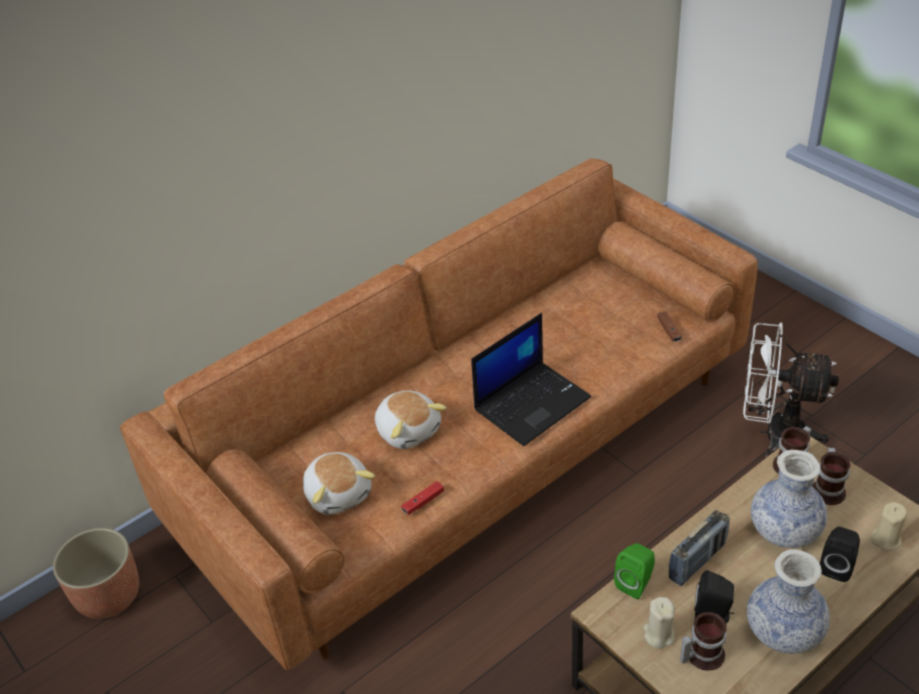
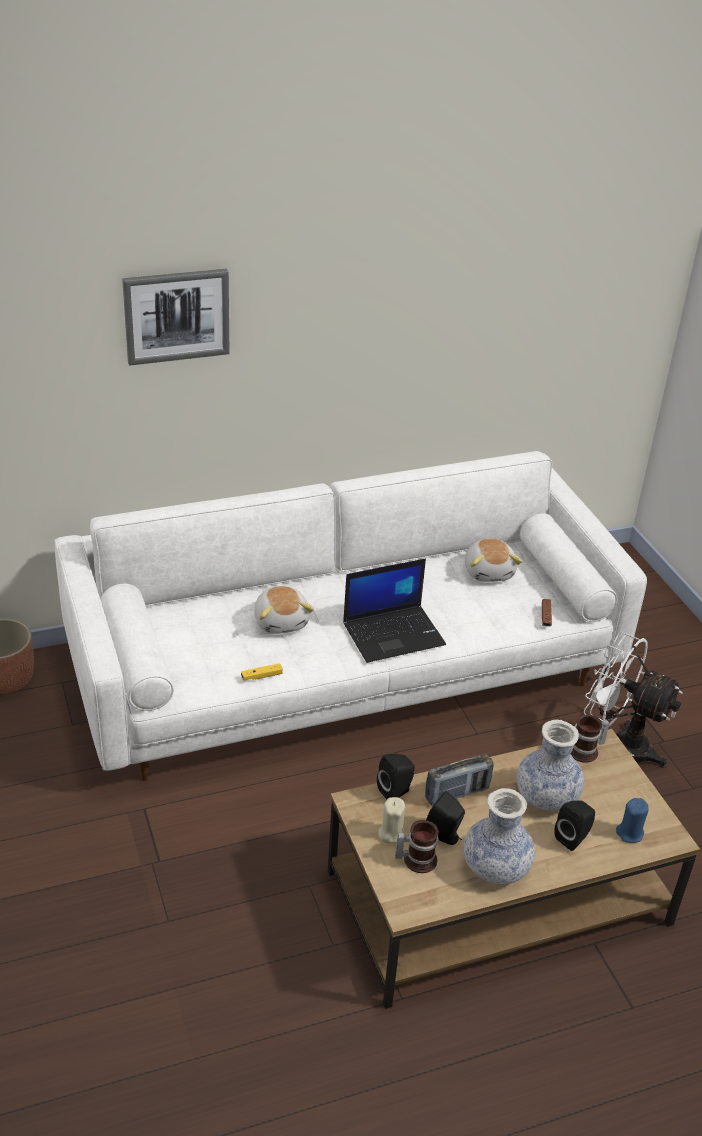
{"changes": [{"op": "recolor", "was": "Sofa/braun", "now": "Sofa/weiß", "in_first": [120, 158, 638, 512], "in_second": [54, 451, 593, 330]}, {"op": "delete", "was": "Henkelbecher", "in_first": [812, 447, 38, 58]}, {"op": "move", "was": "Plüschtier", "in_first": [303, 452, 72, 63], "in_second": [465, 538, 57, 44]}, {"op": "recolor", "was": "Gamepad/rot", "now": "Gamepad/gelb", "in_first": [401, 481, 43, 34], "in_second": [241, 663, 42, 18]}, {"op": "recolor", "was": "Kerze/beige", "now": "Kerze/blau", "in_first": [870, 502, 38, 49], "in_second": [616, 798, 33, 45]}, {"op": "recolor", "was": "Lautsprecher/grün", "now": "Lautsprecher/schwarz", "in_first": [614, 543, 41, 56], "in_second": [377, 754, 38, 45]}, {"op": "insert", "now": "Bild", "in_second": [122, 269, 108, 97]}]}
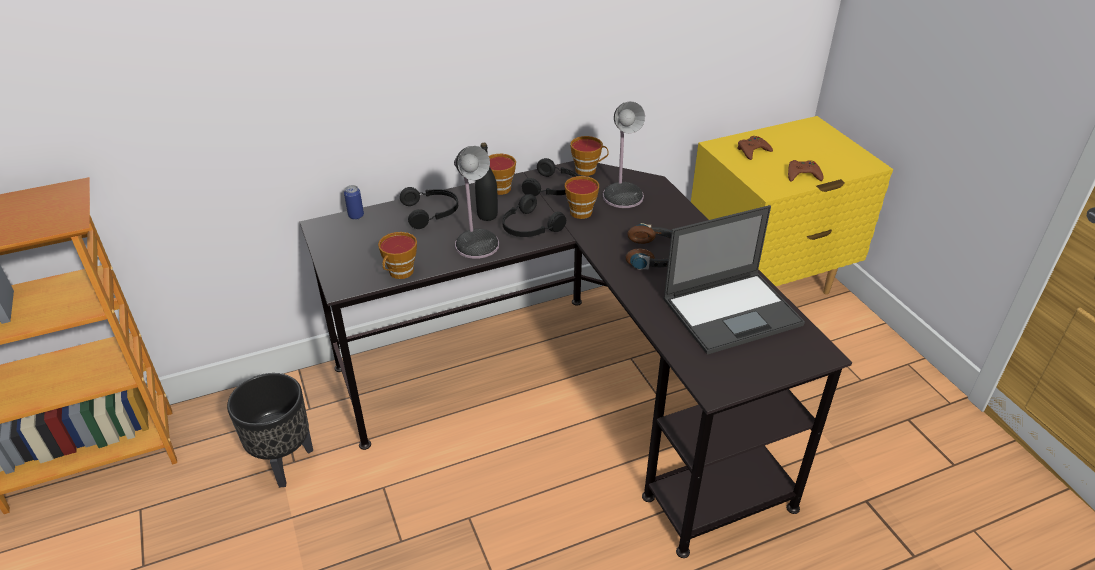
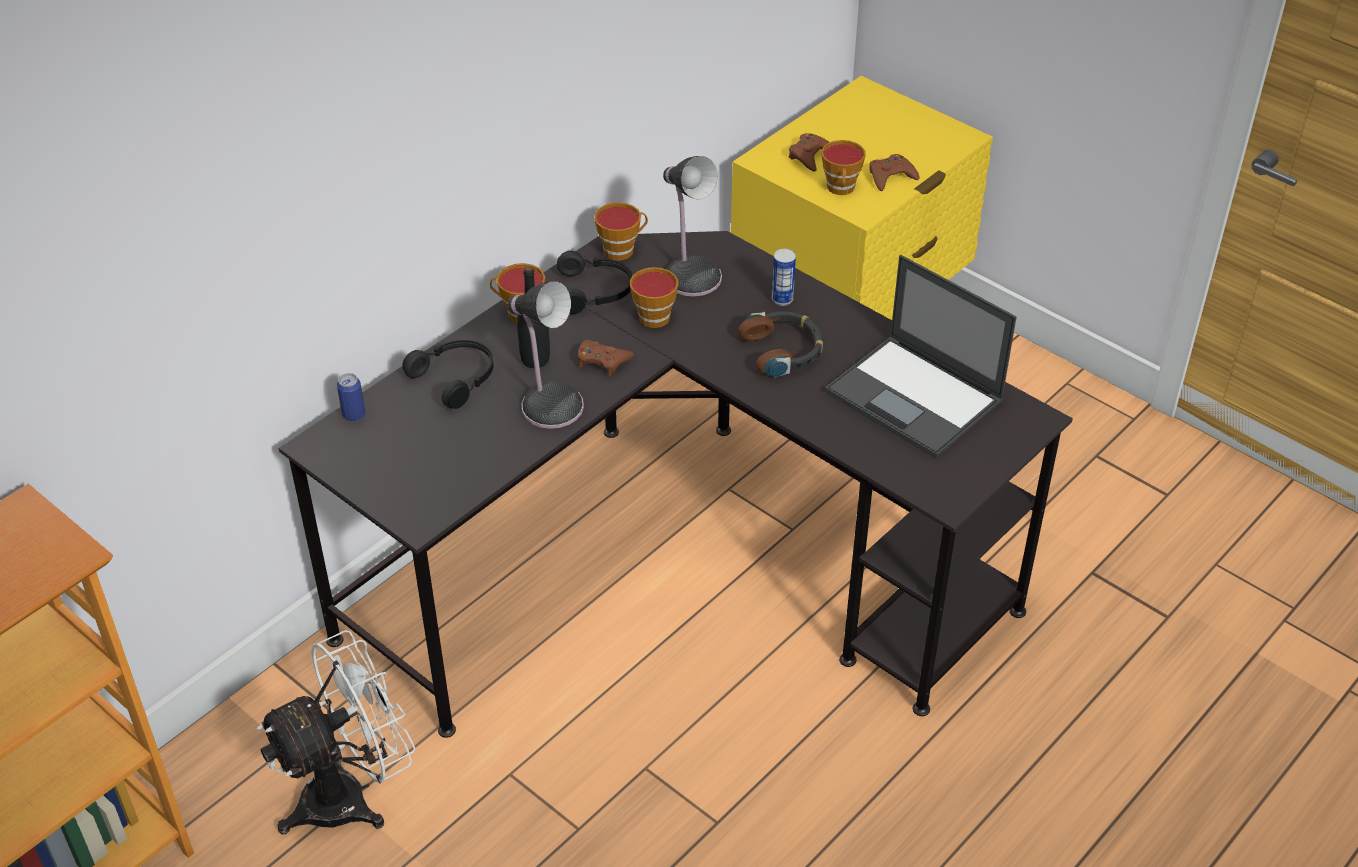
{"changes": [{"op": "replace", "was": "Kopfhörer/schwarz", "now": "Gamepad/braun", "in_first": [502, 194, 64, 43], "in_second": [577, 340, 57, 36]}, {"op": "rotate", "was": "Laptop", "in_first": [663, 205, 142, 150], "in_second": [825, 255, 192, 204], "clockwise": 90}, {"op": "move", "was": "Tasse", "in_first": [378, 232, 39, 47], "in_second": [821, 140, 45, 55]}, {"op": "replace", "was": "Pflanzkübel/schwarz", "now": "Ventilator/weiß", "in_first": [227, 373, 86, 115], "in_second": [257, 630, 159, 204]}, {"op": "insert", "now": "Dose", "in_second": [772, 249, 24, 57]}]}
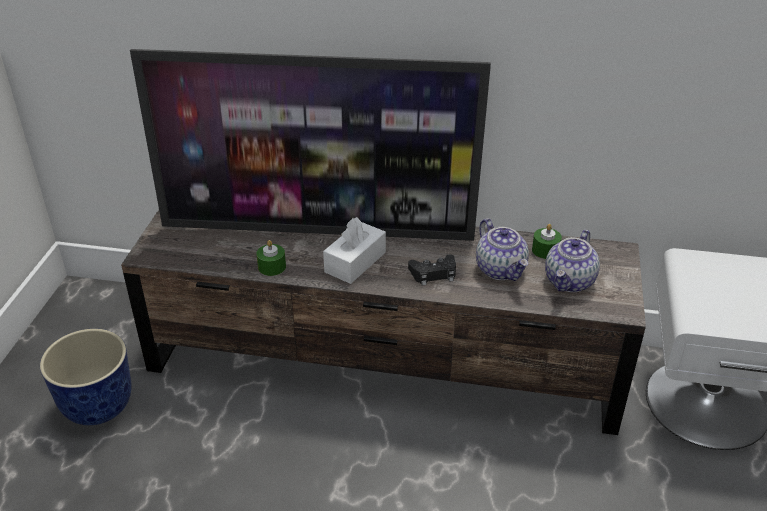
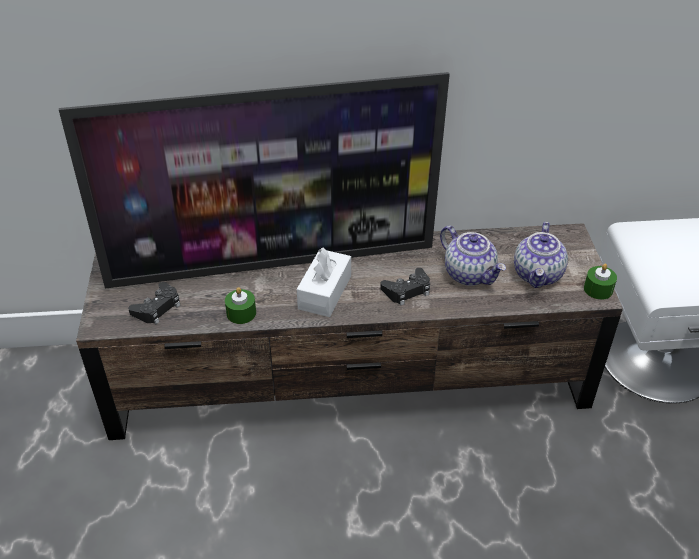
{"changes": [{"op": "move", "was": "Kerze/grün", "in_first": [532, 224, 30, 35], "in_second": [584, 264, 33, 36]}, {"op": "delete", "was": "Pflanzkübel", "in_first": [40, 329, 91, 96]}, {"op": "insert", "now": "Gamepad/schwarz", "in_second": [128, 282, 52, 42]}]}
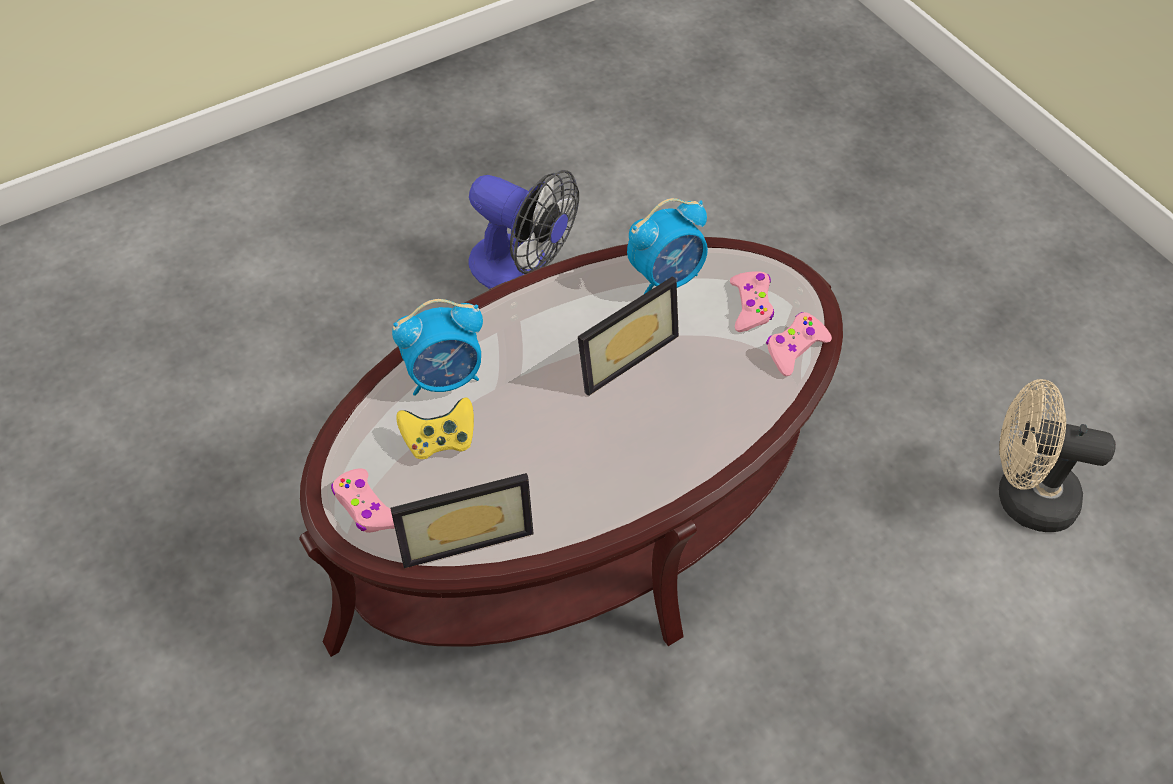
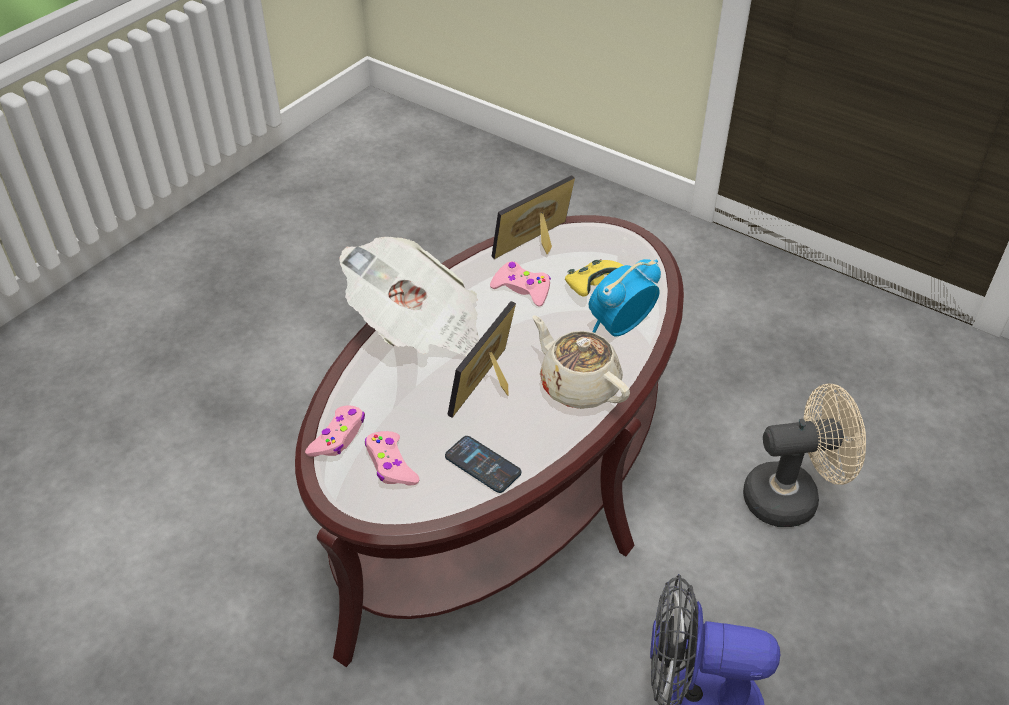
{"changes": [{"op": "replace", "was": "Wecker", "now": "Handy", "in_first": [627, 198, 81, 96], "in_second": [445, 436, 76, 57]}, {"op": "move", "was": "Ventilator/beige", "in_first": [999, 379, 117, 153], "in_second": [743, 384, 123, 143]}, {"op": "move", "was": "Gamepad/rosa", "in_first": [331, 468, 64, 65], "in_second": [490, 261, 61, 46]}, {"op": "insert", "now": "Zeitung", "in_second": [339, 237, 140, 119]}, {"op": "insert", "now": "Teekanne/beige", "in_second": [532, 316, 98, 93]}]}
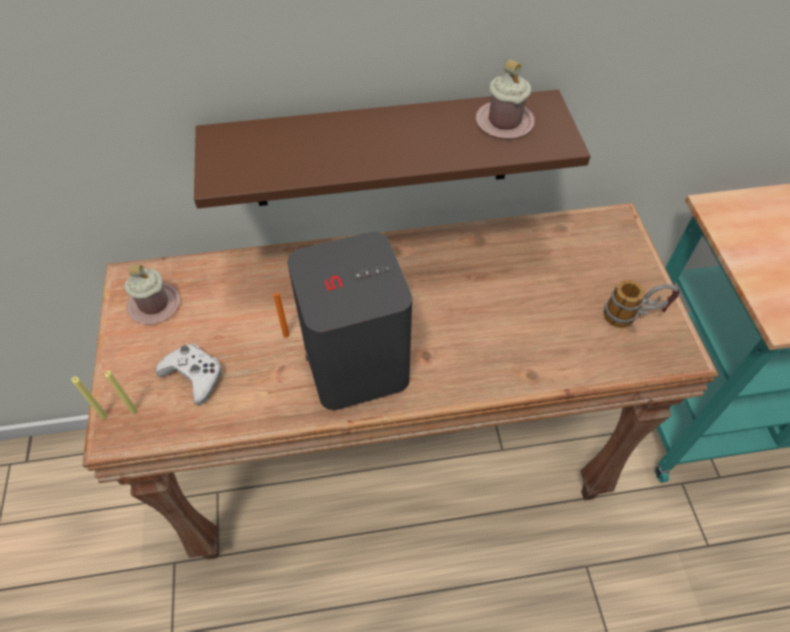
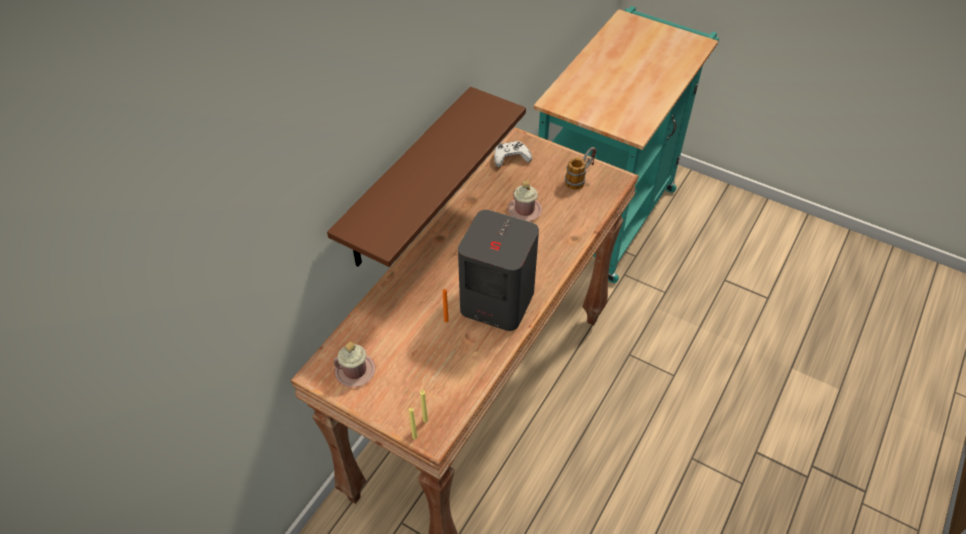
{"changes": [{"op": "move", "was": "Henkelbecher/rosa", "in_first": [476, 59, 59, 80], "in_second": [508, 181, 34, 40]}, {"op": "move", "was": "Gamepad/weiß", "in_first": [155, 344, 67, 61], "in_second": [494, 141, 38, 26]}]}
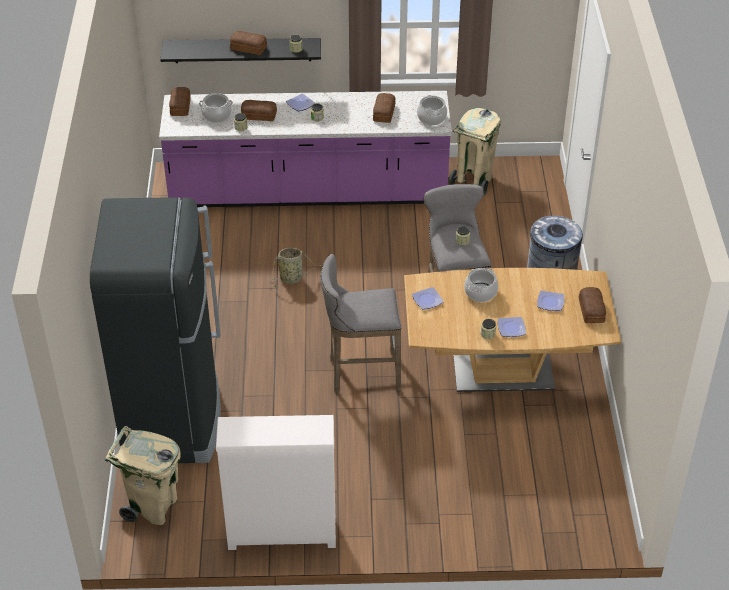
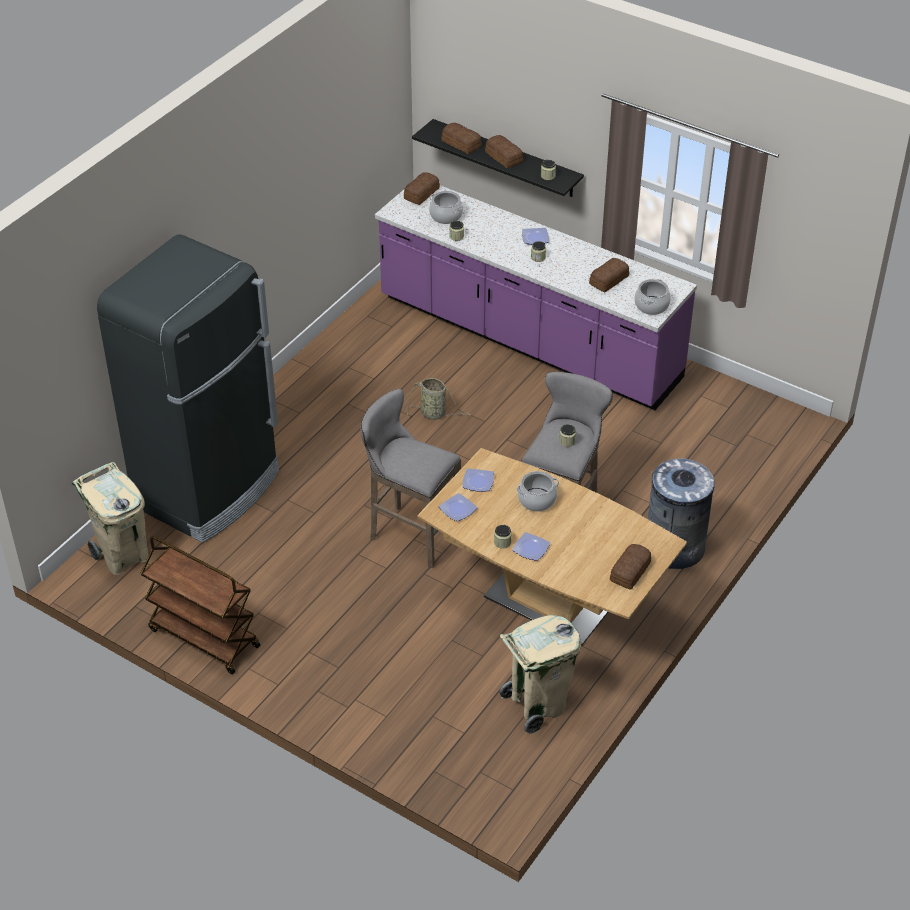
{"changes": [{"op": "move", "was": "Brot", "in_first": [241, 100, 36, 22], "in_second": [442, 123, 39, 31]}, {"op": "move", "was": "Mülleimer/beige", "in_first": [448, 108, 53, 88], "in_second": [499, 615, 82, 119]}, {"op": "move", "was": "Teller", "in_first": [537, 291, 27, 20], "in_second": [439, 493, 38, 28]}, {"op": "replace", "was": "Kommode/weiß", "now": "Rollwagen/braun", "in_first": [216, 415, 120, 135], "in_second": [140, 536, 120, 138]}]}
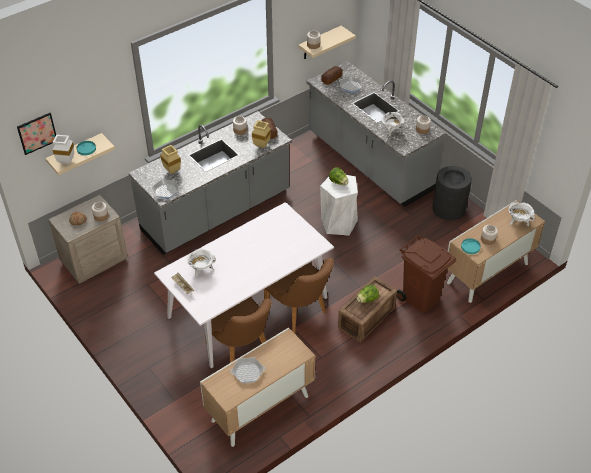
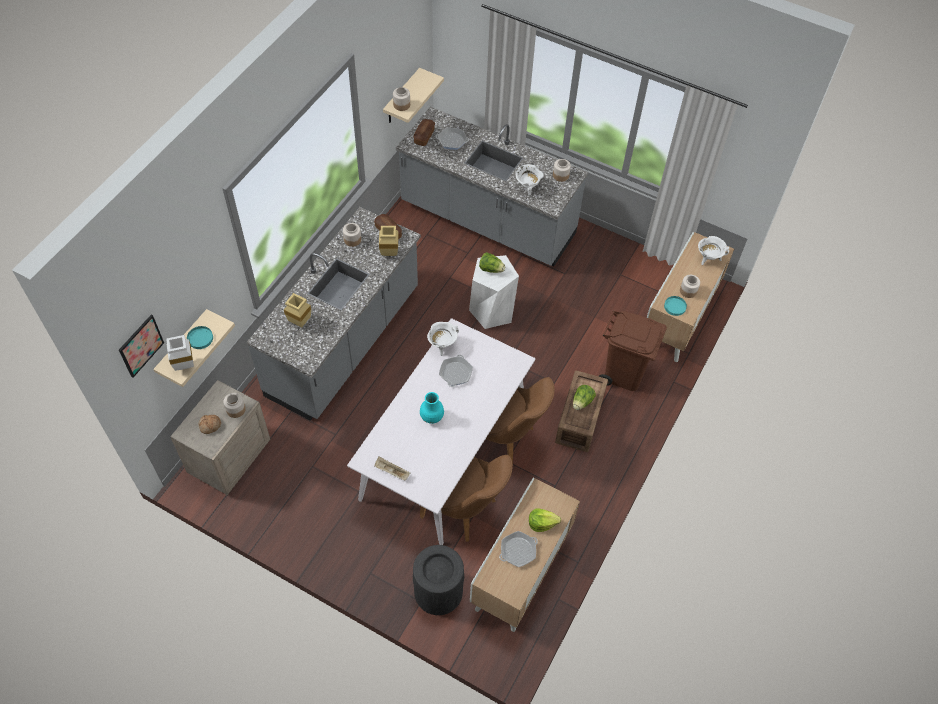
{"changes": [{"op": "move", "was": "Mülleimer/schwarz", "in_first": [432, 166, 40, 54], "in_second": [413, 545, 51, 70]}, {"op": "move", "was": "Pfanne", "in_first": [152, 180, 27, 19], "in_second": [439, 355, 34, 32]}, {"op": "move", "was": "Kochtopf/weiß", "in_first": [187, 249, 29, 28], "in_second": [427, 322, 32, 34]}, {"op": "insert", "now": "Vase/türkis", "in_second": [420, 392, 24, 32]}, {"op": "insert", "now": "Salatkopf", "in_second": [529, 508, 32, 24]}]}
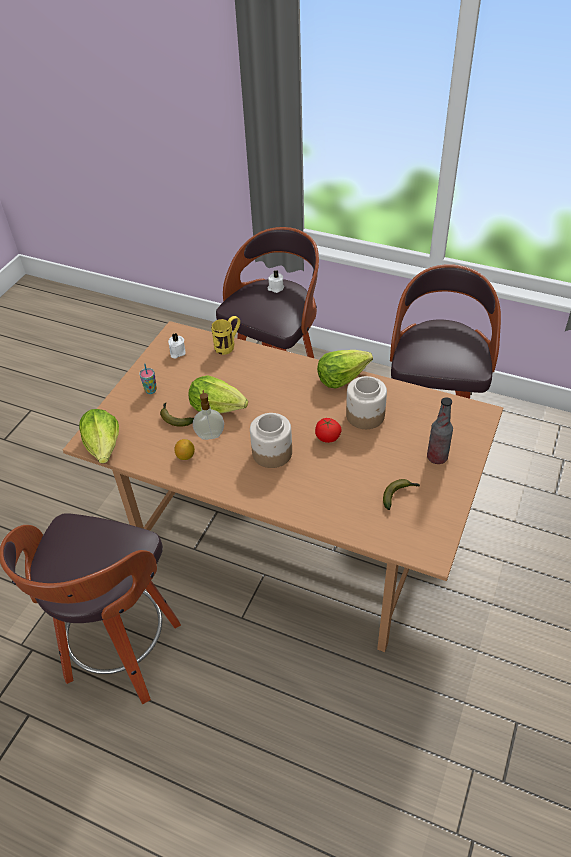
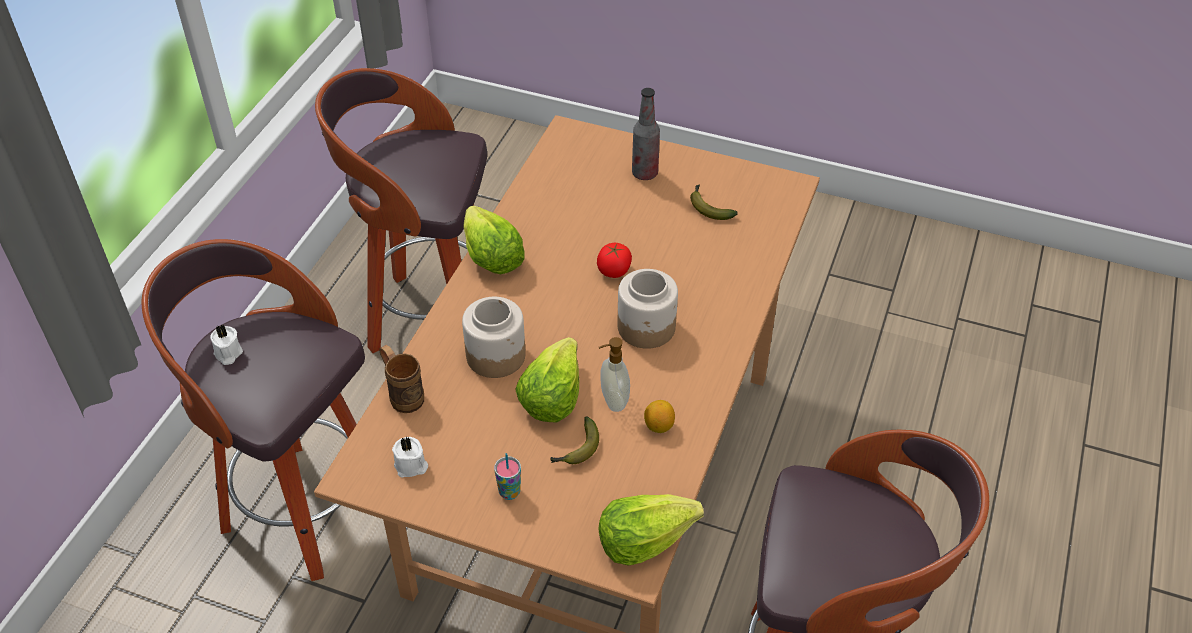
{"changes": [{"op": "recolor", "was": "Henkelbecher/gelb", "now": "Henkelbecher/braun", "in_first": [211, 316, 29, 39], "in_second": [379, 345, 45, 68]}, {"op": "move", "was": "Vorratsglas", "in_first": [346, 376, 41, 53], "in_second": [462, 297, 64, 81]}]}
